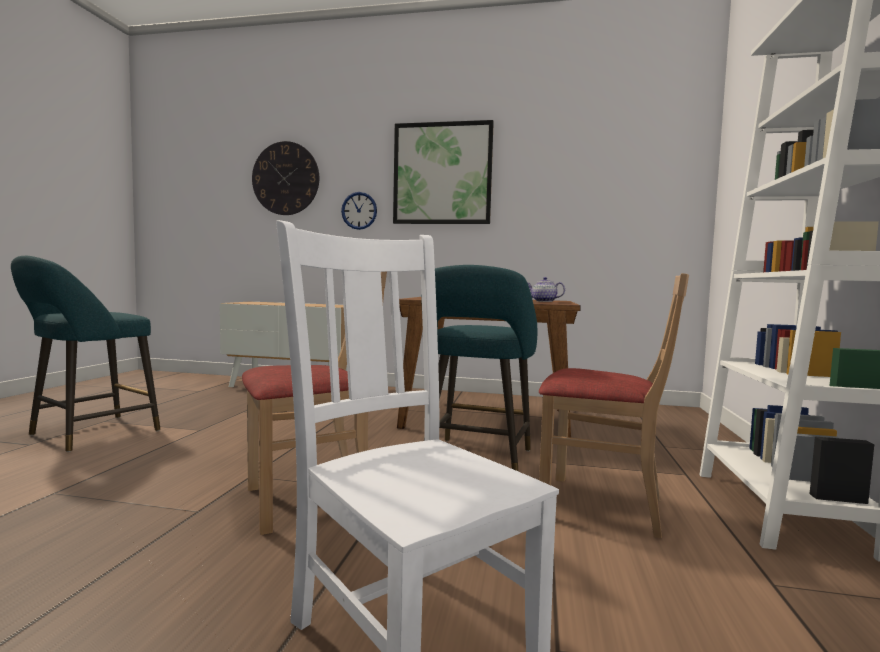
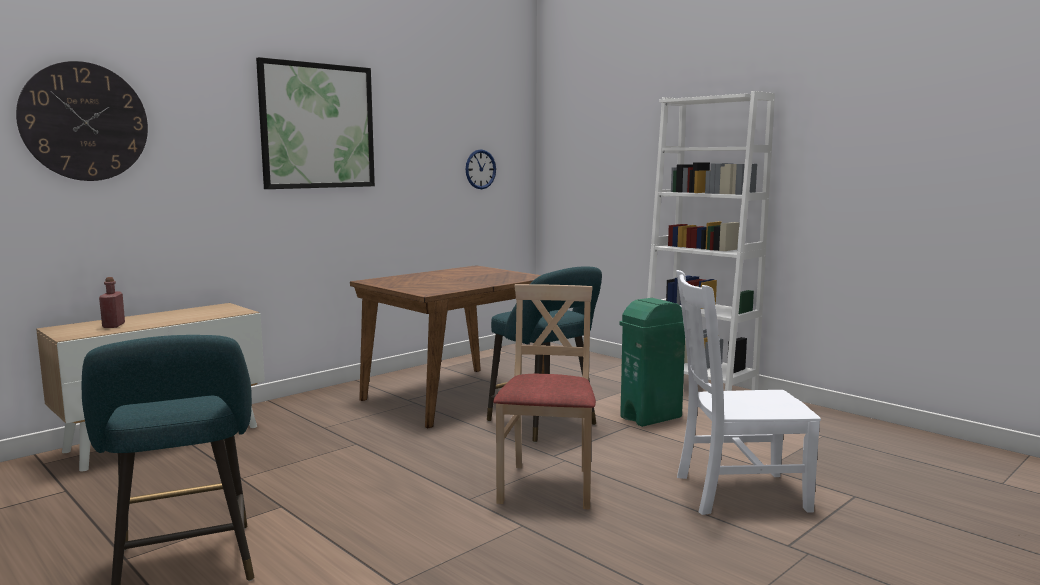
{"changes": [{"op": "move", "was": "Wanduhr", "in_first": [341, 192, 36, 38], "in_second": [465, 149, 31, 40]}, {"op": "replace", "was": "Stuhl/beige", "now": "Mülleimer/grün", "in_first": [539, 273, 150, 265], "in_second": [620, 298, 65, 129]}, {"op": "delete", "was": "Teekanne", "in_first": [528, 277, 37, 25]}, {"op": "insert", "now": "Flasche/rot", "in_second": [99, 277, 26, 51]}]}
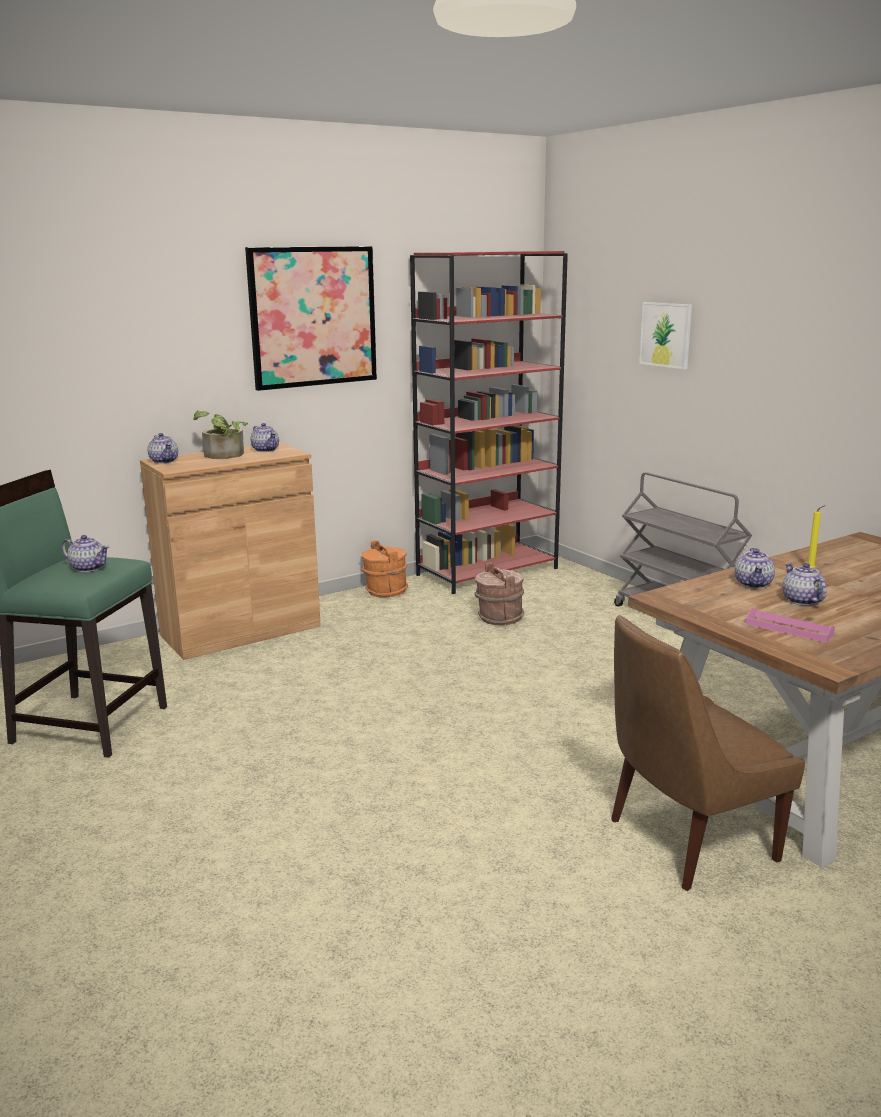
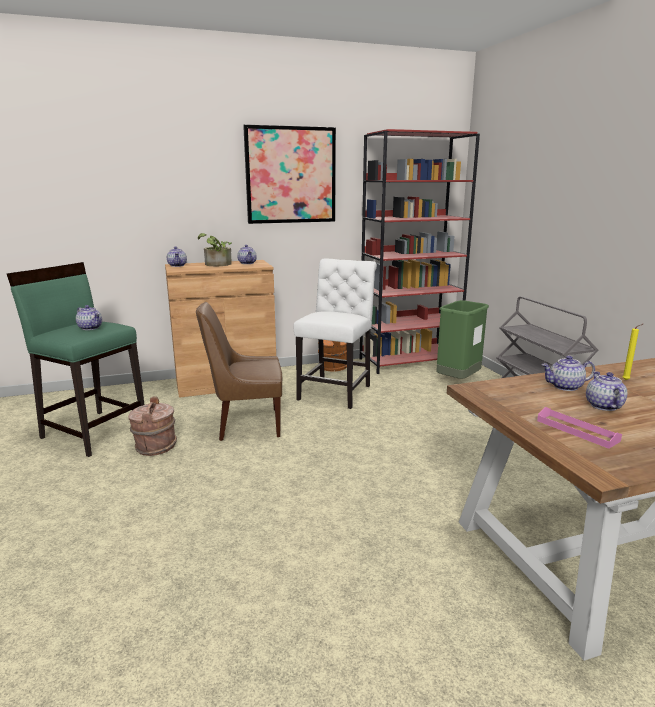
{"changes": [{"op": "delete", "was": "Bild", "in_first": [639, 302, 53, 68]}, {"op": "rotate", "was": "Teekanne", "in_first": [735, 548, 40, 40], "in_second": [542, 356, 53, 35], "clockwise": 60}, {"op": "move", "was": "Eimer/braun", "in_first": [474, 562, 50, 63], "in_second": [128, 396, 49, 60]}, {"op": "move", "was": "Stuhl/braun", "in_first": [611, 615, 194, 276], "in_second": [196, 302, 86, 139]}, {"op": "insert", "now": "Stuhl/weiß", "in_second": [294, 259, 83, 150]}, {"op": "insert", "now": "Mülleimer/grün", "in_second": [436, 300, 53, 79]}]}
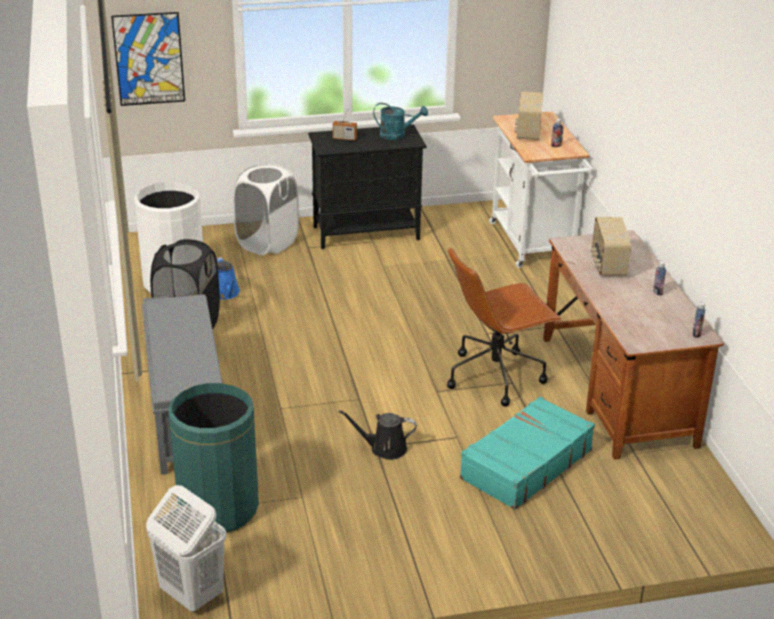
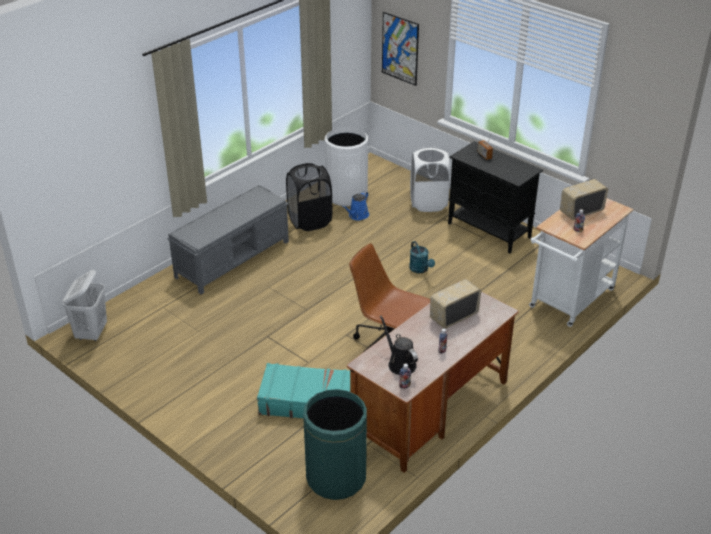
{"changes": [{"op": "move", "was": "Gießkanne/türkis", "in_first": [373, 103, 55, 37], "in_second": [409, 241, 26, 32]}, {"op": "move", "was": "Mülleimer/grün", "in_first": [168, 383, 91, 150], "in_second": [303, 389, 64, 111]}, {"op": "move", "was": "Gießkanne/schwarz", "in_first": [339, 410, 78, 50], "in_second": [380, 316, 38, 59]}]}
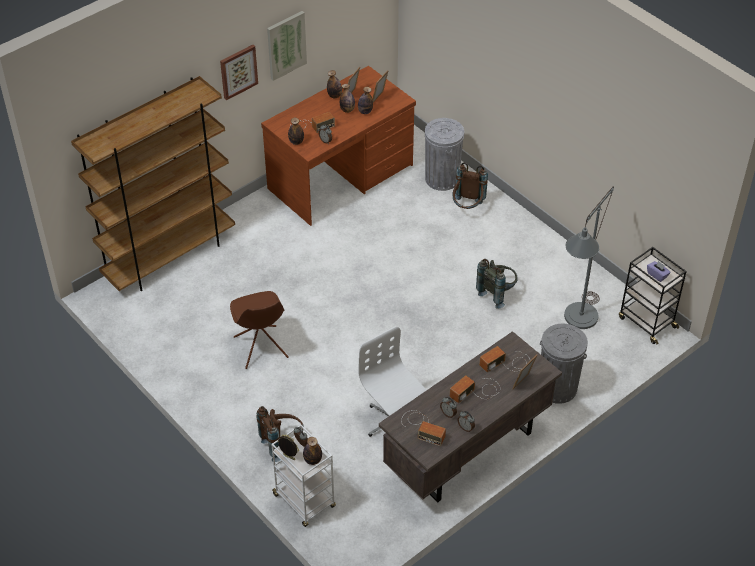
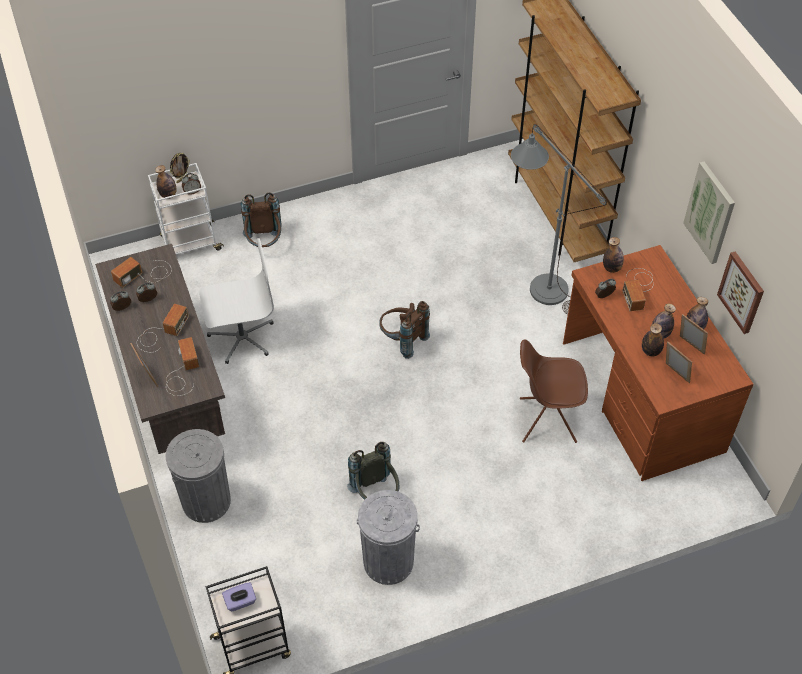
{"changes": [{"op": "move", "was": "Bild", "in_first": [220, 45, 38, 55], "in_second": [717, 251, 47, 83]}, {"op": "move", "was": "Mülleimer/grau", "in_first": [425, 118, 39, 73], "in_second": [357, 490, 63, 95]}, {"op": "move", "was": "Rucksack/braun", "in_first": [453, 163, 35, 46], "in_second": [379, 301, 51, 58]}, {"op": "move", "was": "Stehlampe/grau", "in_first": [564, 187, 50, 142], "in_second": [511, 124, 96, 190]}, {"op": "move", "was": "Stuhl/braun", "in_first": [230, 291, 59, 78], "in_second": [520, 339, 68, 104]}, {"op": "rotate", "was": "Radio", "in_first": [449, 375, 51, 28], "in_second": [137, 303, 52, 49], "clockwise": 45}]}
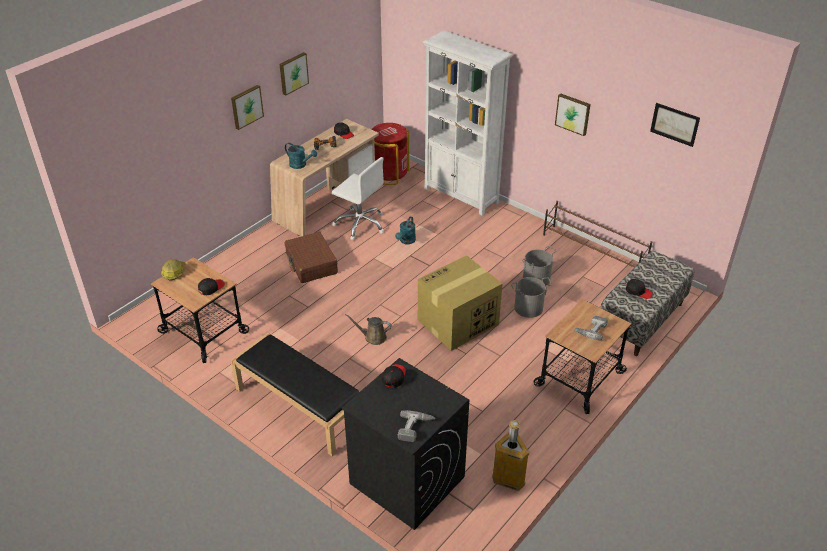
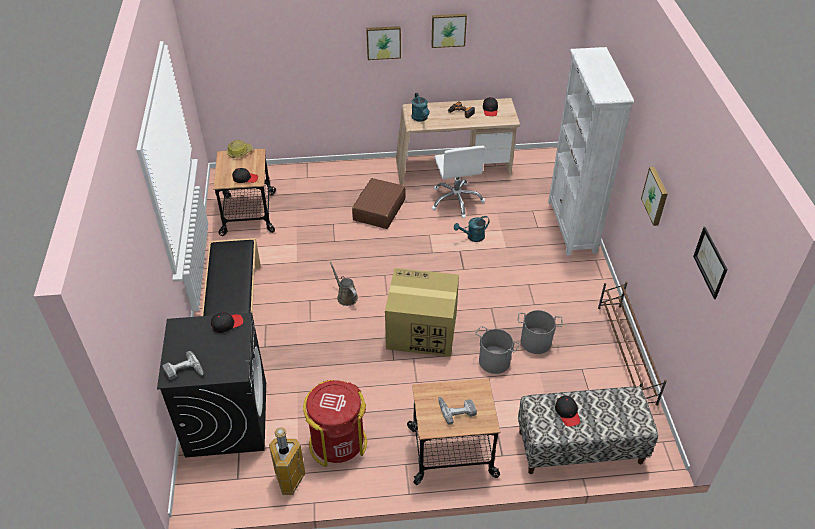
{"changes": [{"op": "move", "was": "Mülleimer/rot", "in_first": [371, 123, 38, 62], "in_second": [303, 380, 64, 87]}]}
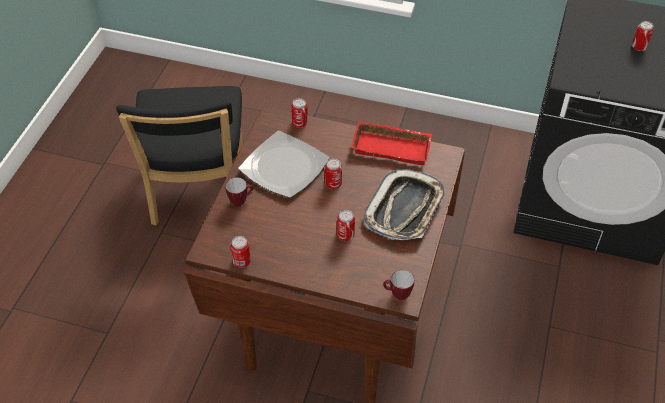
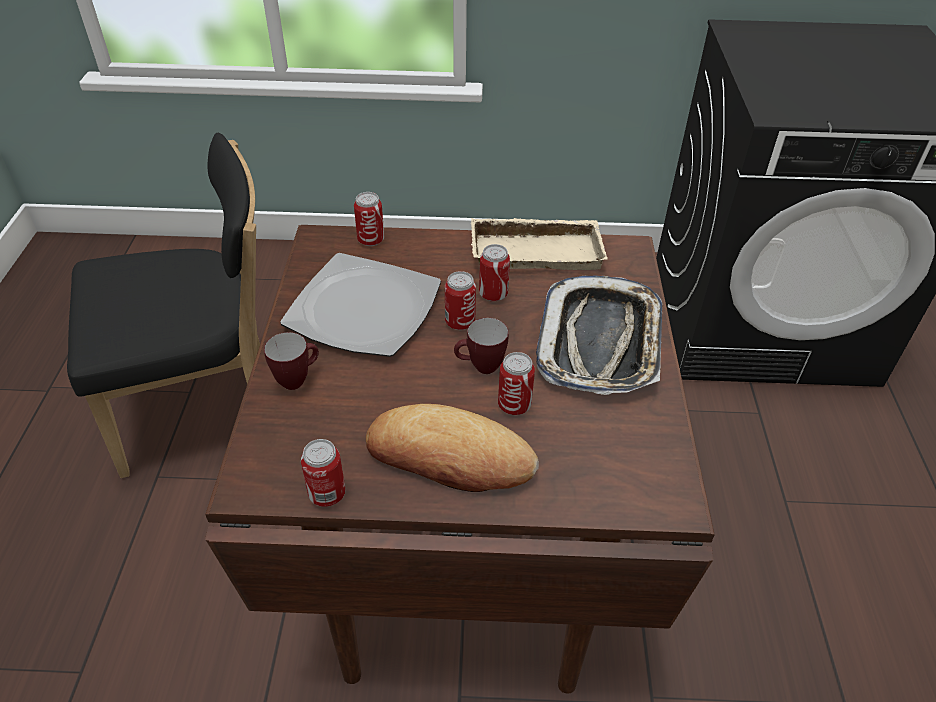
{"changes": [{"op": "move", "was": "Dose", "in_first": [632, 21, 22, 30], "in_second": [479, 244, 31, 58]}, {"op": "rotate", "was": "Stuhl/schwarz", "in_first": [116, 86, 127, 139], "in_second": [67, 133, 193, 345], "clockwise": -90}, {"op": "recolor", "was": "Tablett/rot", "now": "Tablett/beige", "in_first": [351, 121, 82, 44], "in_second": [471, 218, 136, 52]}, {"op": "move", "was": "Henkelbecher", "in_first": [383, 270, 31, 30], "in_second": [454, 318, 55, 56]}, {"op": "insert", "now": "Brot", "in_second": [366, 404, 173, 88]}]}
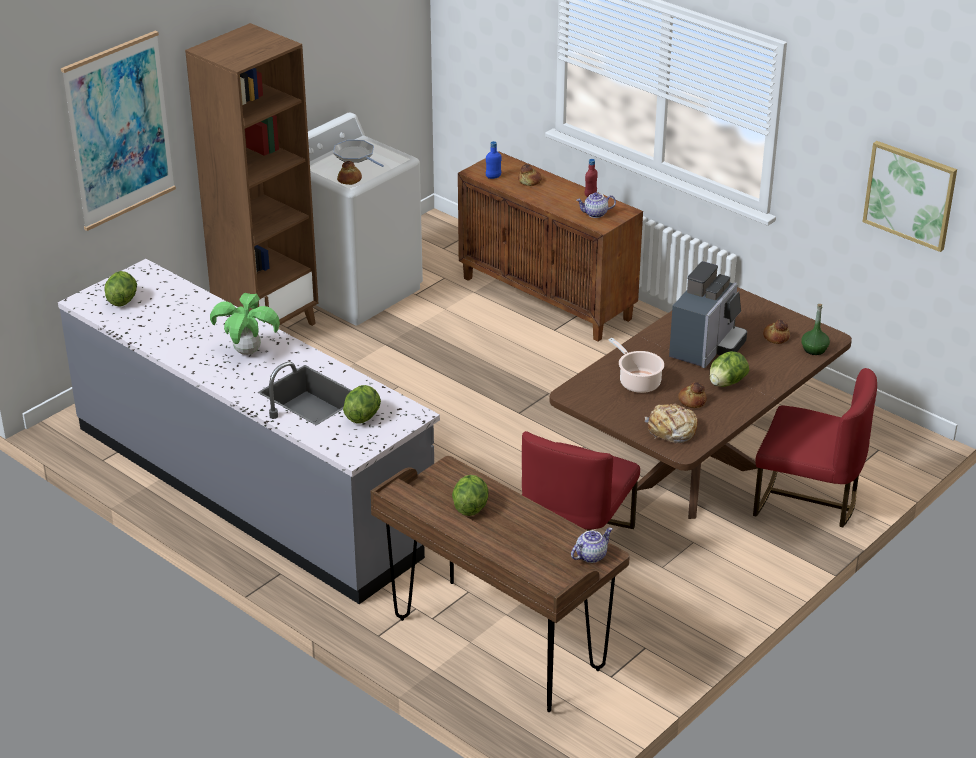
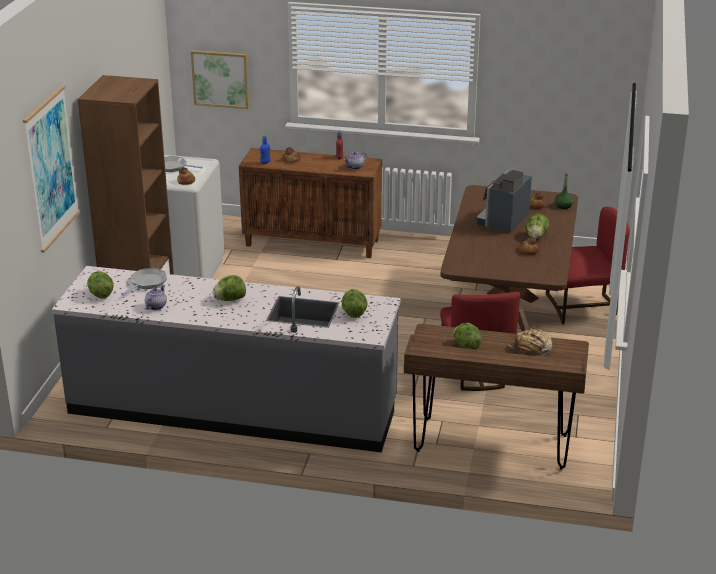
{"changes": [{"op": "move", "was": "Bild", "in_first": [863, 141, 94, 111], "in_second": [191, 50, 58, 59]}, {"op": "rotate", "was": "Kaffeemaschine", "in_first": [669, 261, 78, 107], "in_second": [476, 170, 56, 62], "clockwise": -150}, {"op": "replace", "was": "Topfpflanze", "now": "Salatkopf", "in_first": [210, 293, 70, 62], "in_second": [213, 275, 33, 26]}, {"op": "delete", "was": "Kochtopf", "in_first": [609, 338, 55, 55]}, {"op": "move", "was": "Brot", "in_first": [645, 403, 53, 40], "in_second": [509, 328, 43, 29]}, {"op": "move", "was": "Teekanne", "in_first": [571, 528, 41, 35], "in_second": [145, 285, 22, 25]}, {"op": "insert", "now": "Pfanne", "in_second": [121, 268, 46, 28]}]}
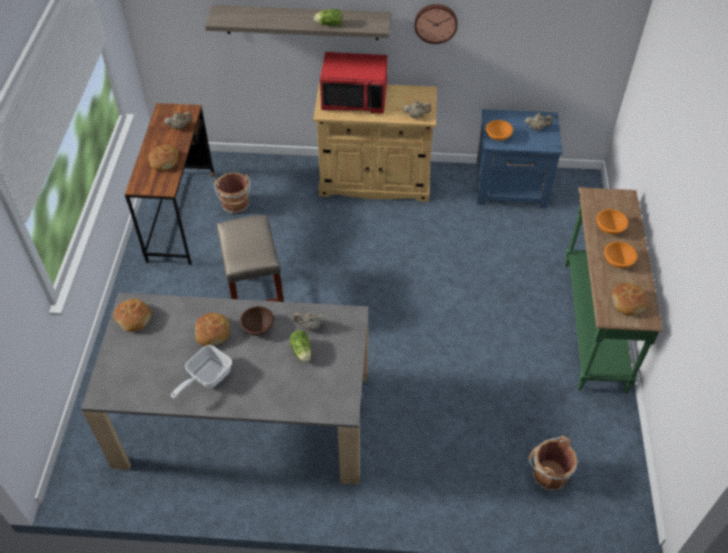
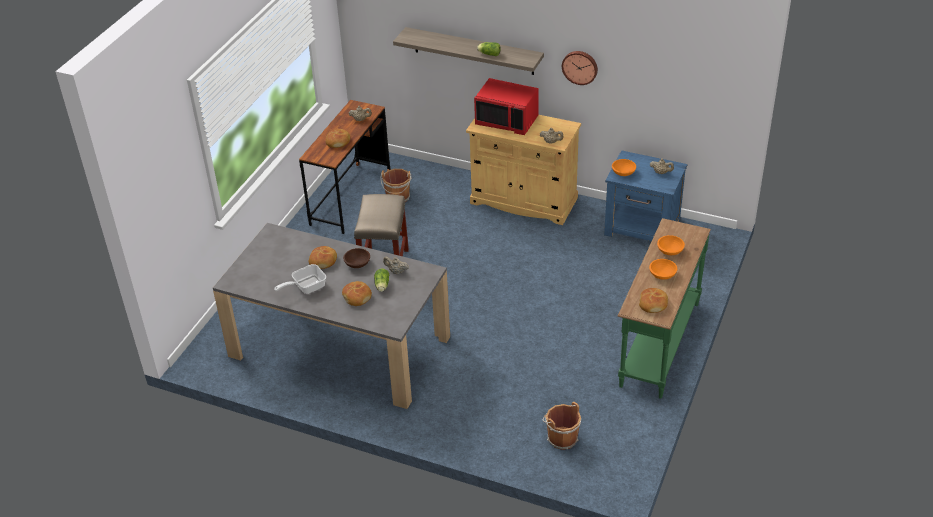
{"changes": [{"op": "move", "was": "Brot", "in_first": [114, 299, 37, 33], "in_second": [342, 281, 30, 25]}]}
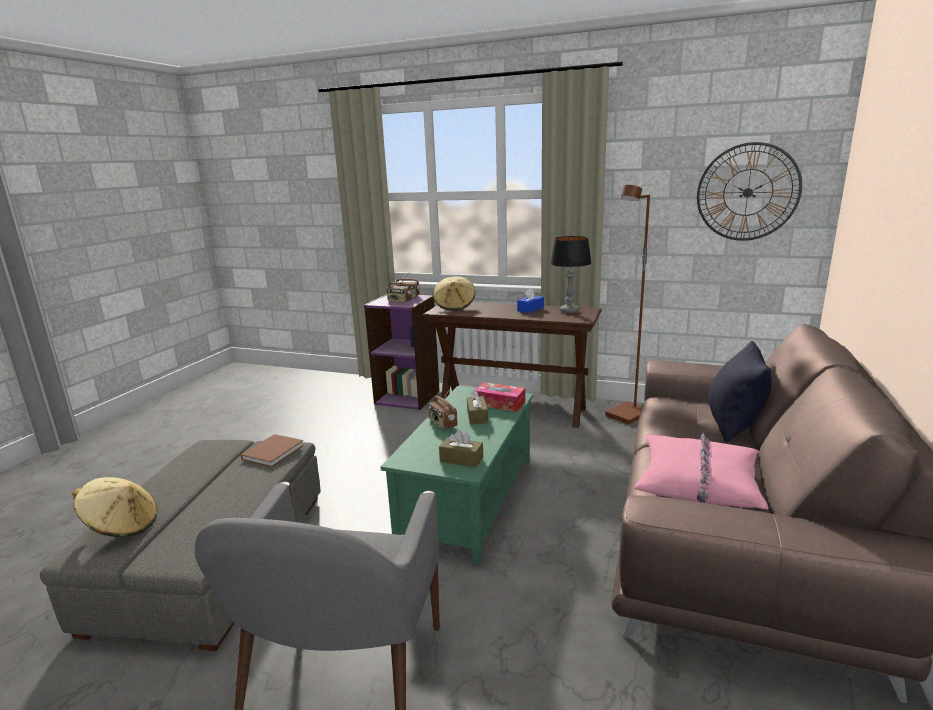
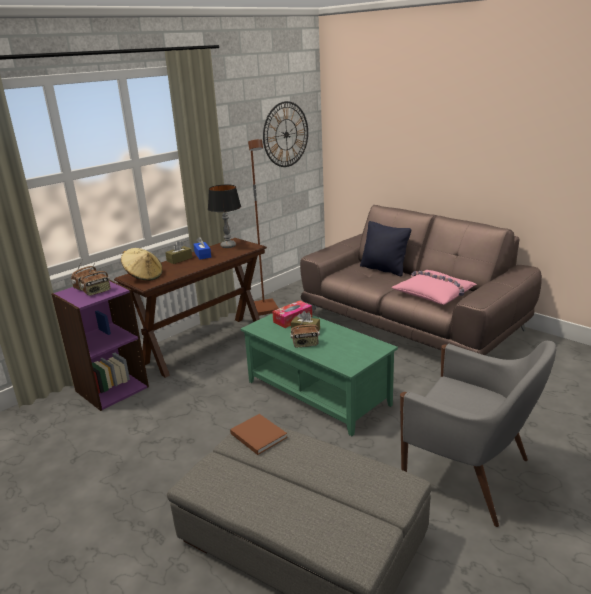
{"changes": [{"op": "move", "was": "Taschentuchbox/braun", "in_first": [439, 430, 44, 37], "in_second": [165, 241, 27, 23]}, {"op": "delete", "was": "Hut/beige", "in_first": [72, 477, 86, 60]}]}
